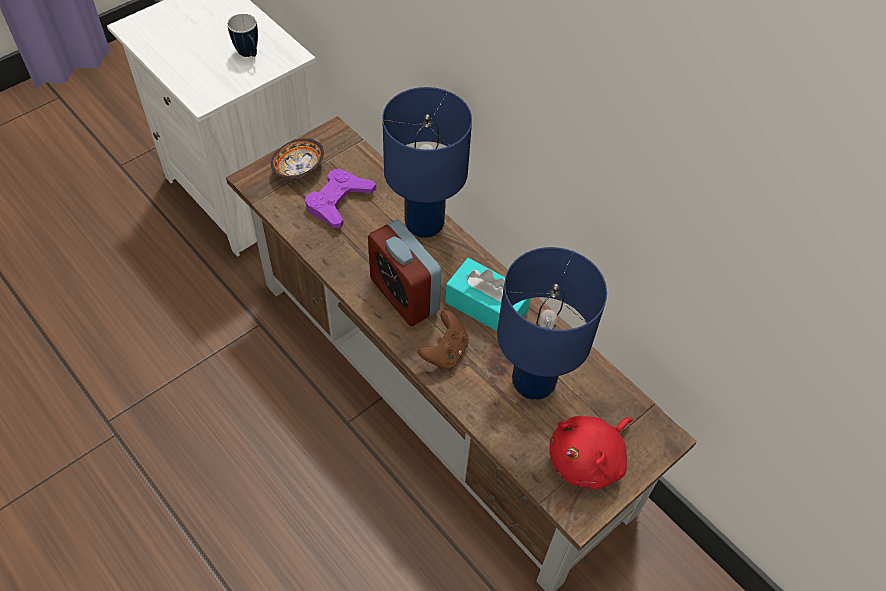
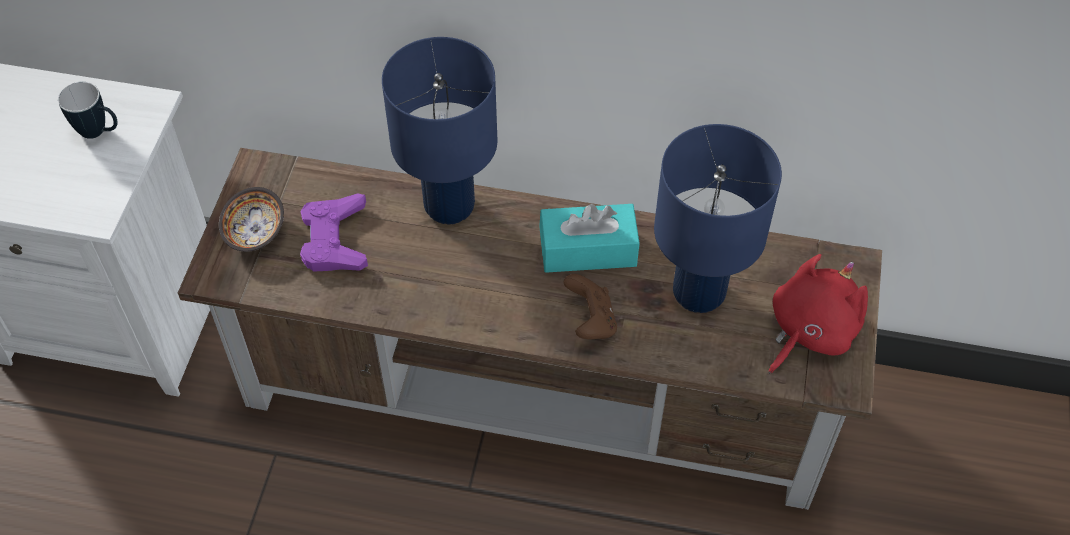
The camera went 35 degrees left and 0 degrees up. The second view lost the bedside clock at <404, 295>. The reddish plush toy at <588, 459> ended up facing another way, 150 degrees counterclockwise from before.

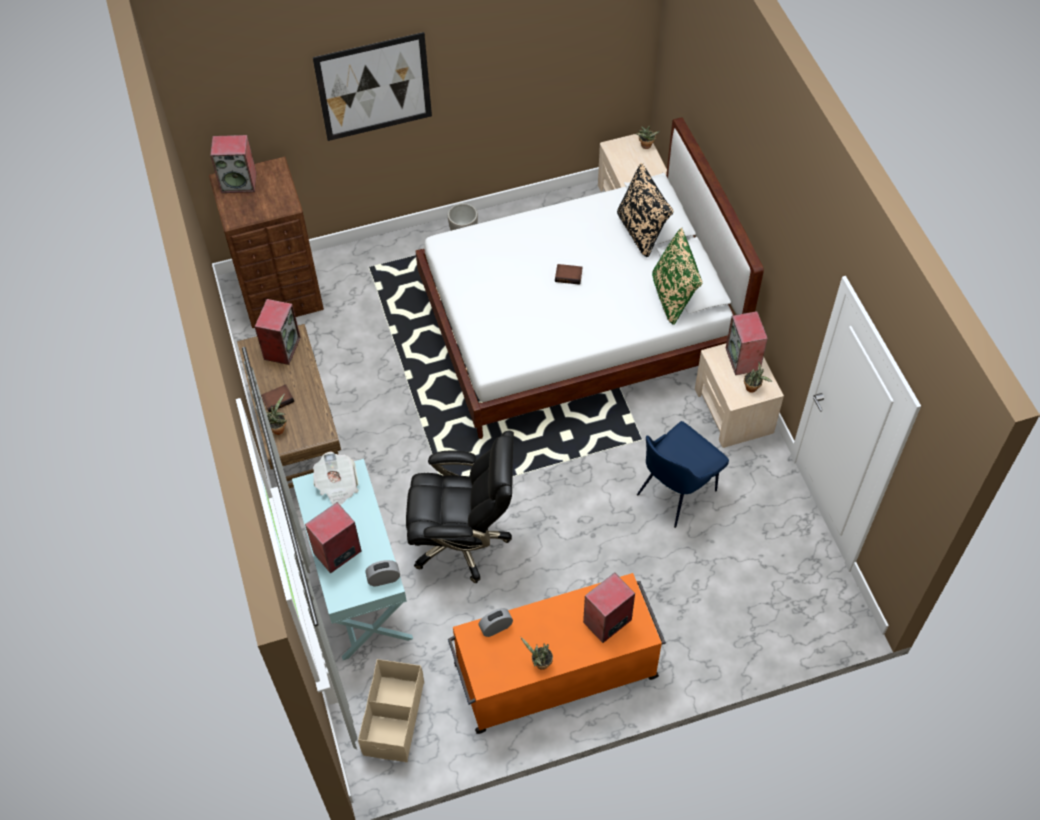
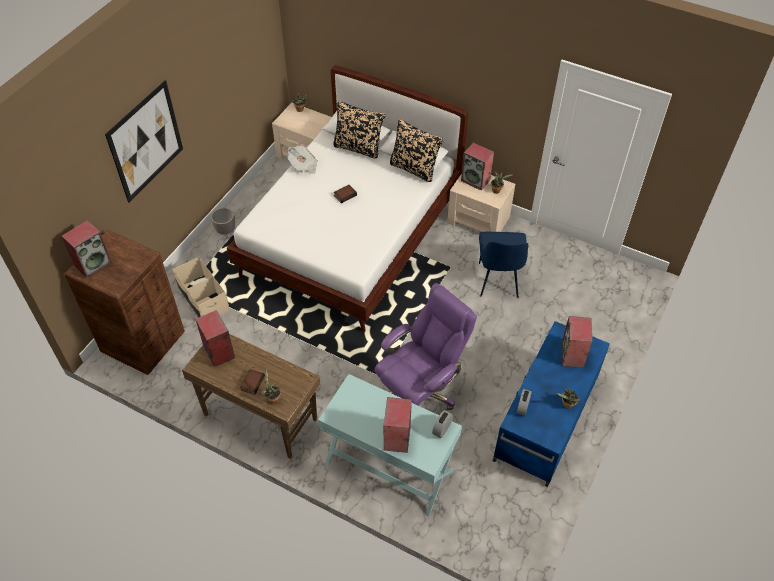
The camera went 45 degrees left and 5 degrees down. The daily paper ended up elsewhere, having gone from <337, 485> to <303, 166>. The sand-coloured storage bin ended up elsewhere, having gone from <393, 719> to <203, 299>. What was the blackish office chair at <463, 543> turned into the purplish office chair at <420, 394>. What was the orange cupboard at <554, 671> turned into the blue cupboard at <545, 419>. What was the greenish throw pillow at <672, 299> turned into the blackish throw pillow at <414, 170>.

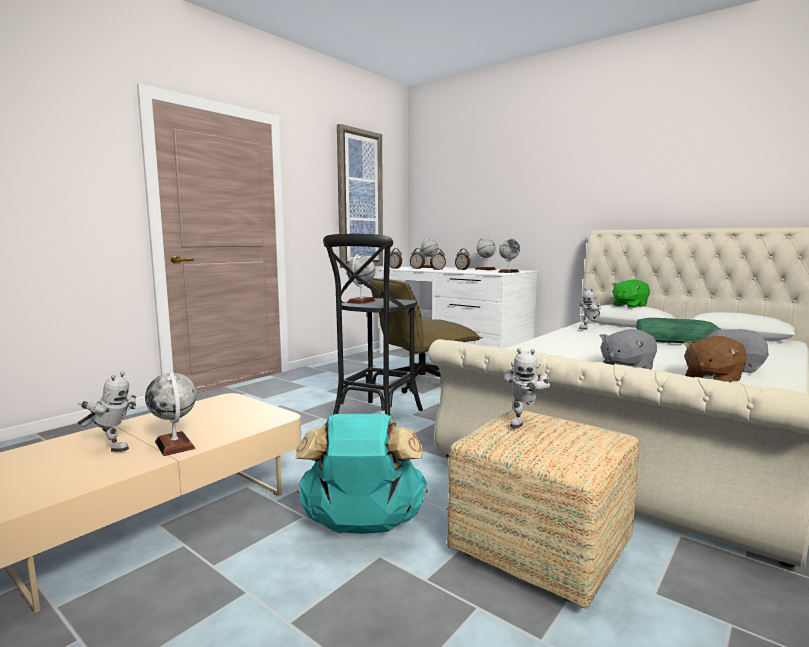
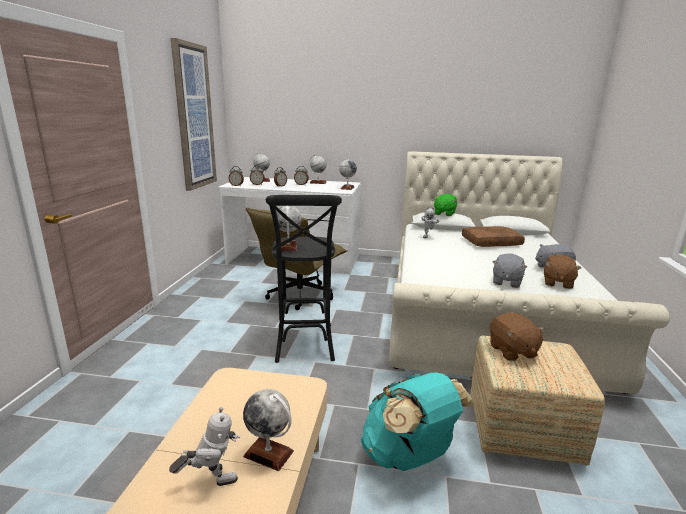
The camera went 30 degrees left and 10 degrees up. Where the toy robot stood at <523, 422>, the brownish plush toy came to stand at <512, 351>. What was the greenish throw pillow at <676, 340> turned into the brownish throw pillow at <491, 242>.

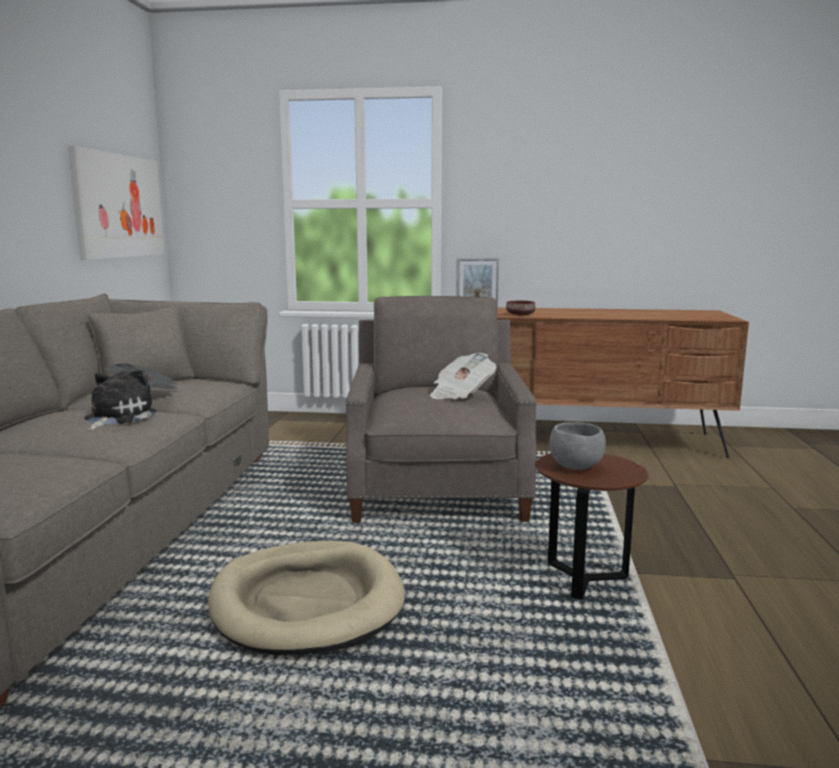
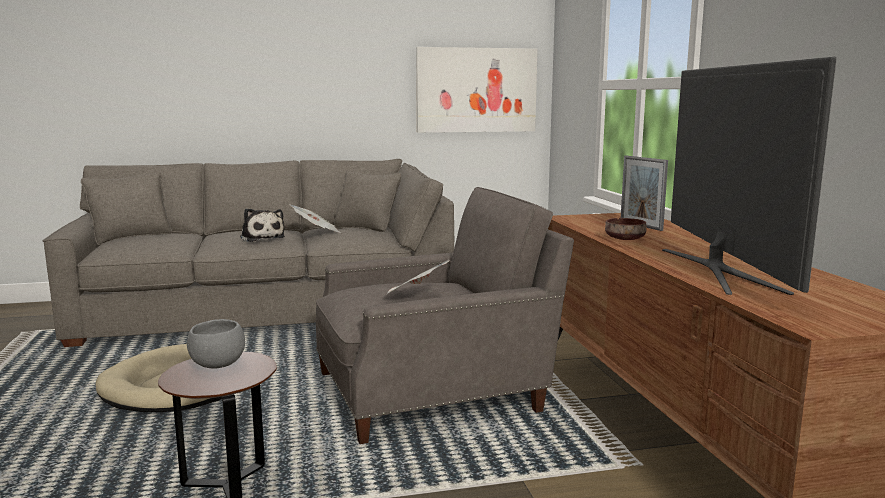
The camera went 70 degrees right and 0 degrees up. The second view gained the TV set at <720, 269>. The plush toy at <117, 417> ended up facing another way, 60 degrees clockwise from before.

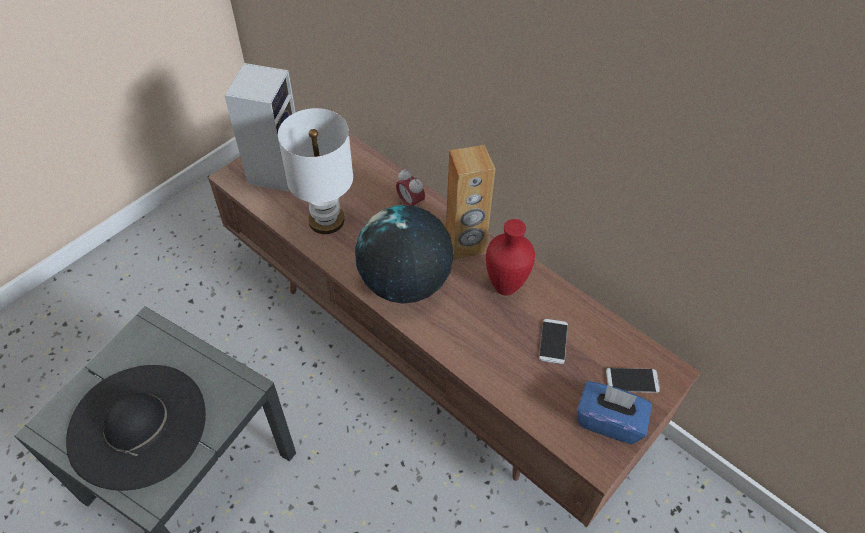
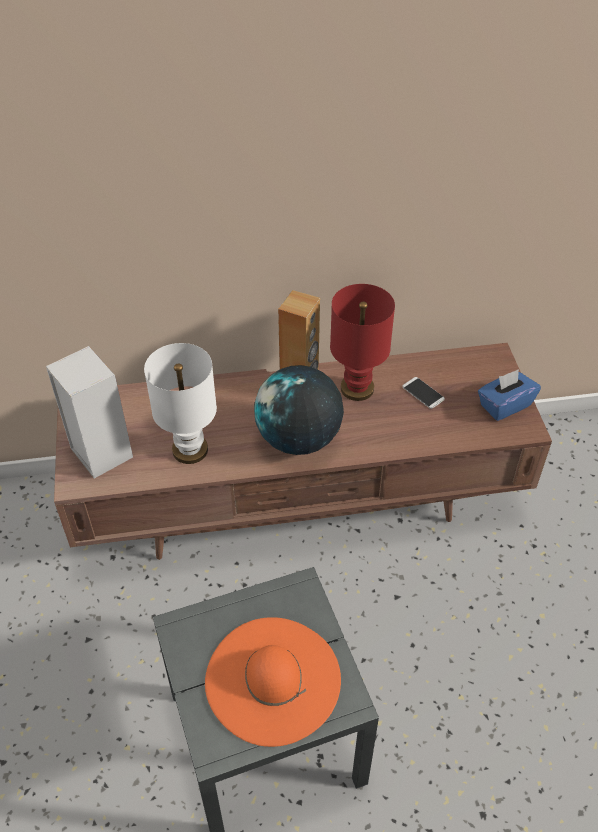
The camera went 50 degrees left and 5 degrees down. The second view lost the bedside clock at <410, 203>. The second view lost the phone at <632, 380>. Where the reddish decorative vase stood at <507, 287>, the reddish tabletop lamp came to stand at <357, 388>. What was the blackish hat at <137, 425> turned into the orange hat at <272, 679>.

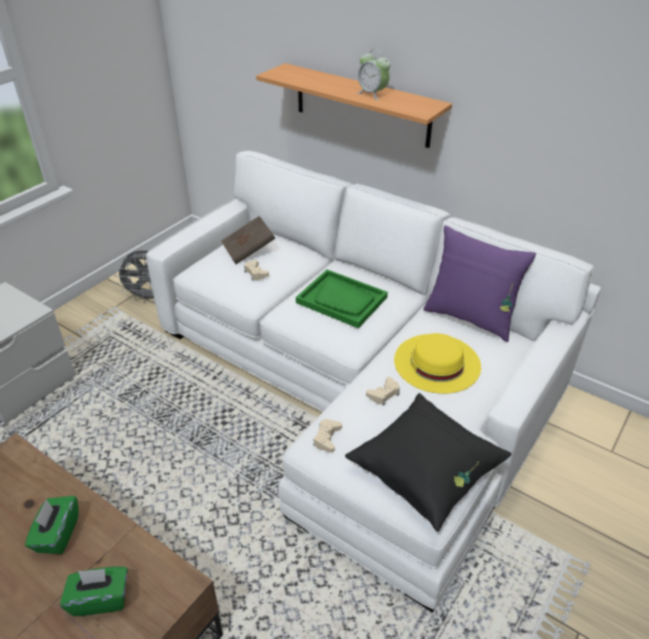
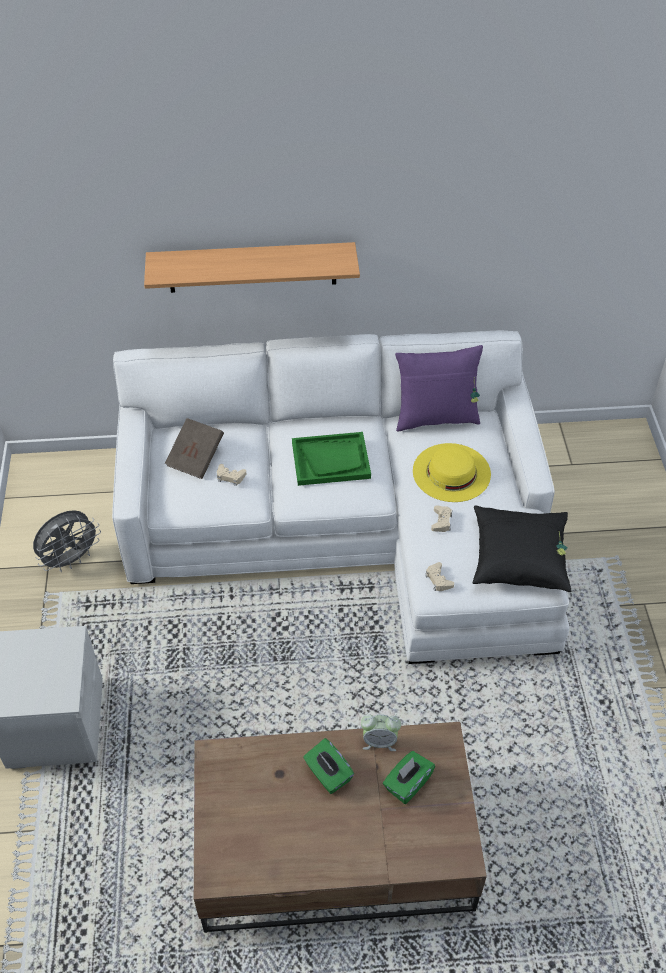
The camera went 40 degrees left and 10 degrees up. The bedside clock ended up elsewhere, having gone from <372, 94> to <379, 741>.

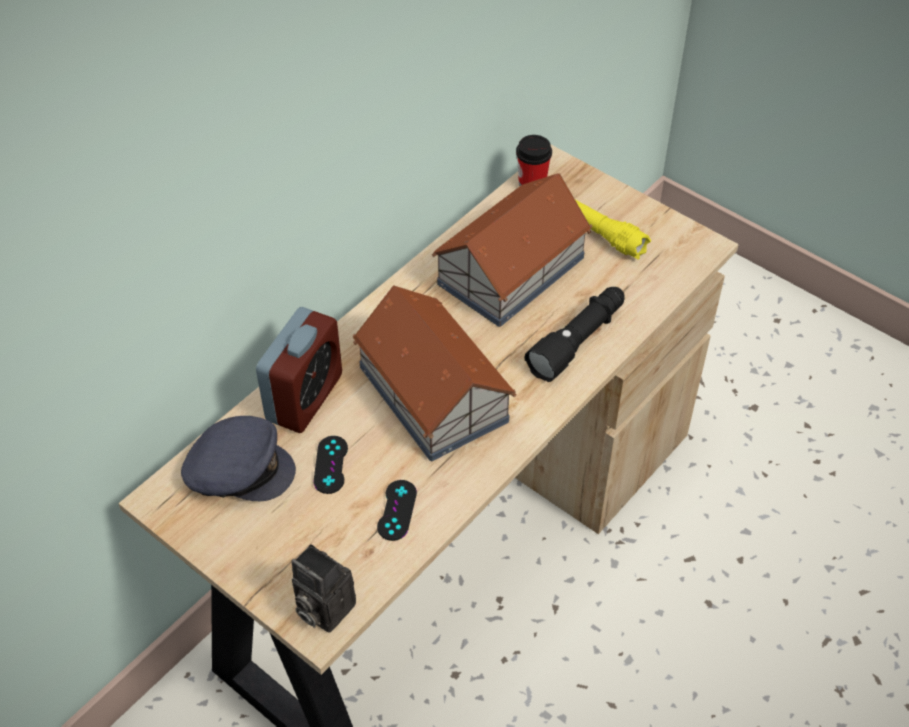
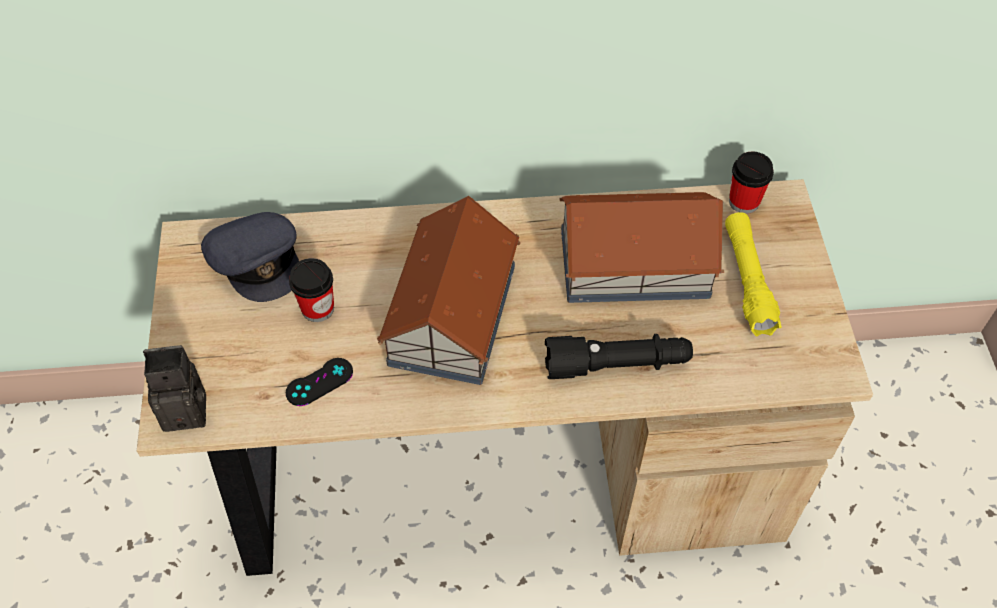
The camera went 45 degrees right and 5 degrees up. The second view lost the bedside clock at <304, 398>. Where the blackish game controller stood at <331, 465>, the drinking cup came to stand at <318, 308>. The photo camera at <322, 608> ended up facing another way, 90 degrees clockwise from before.

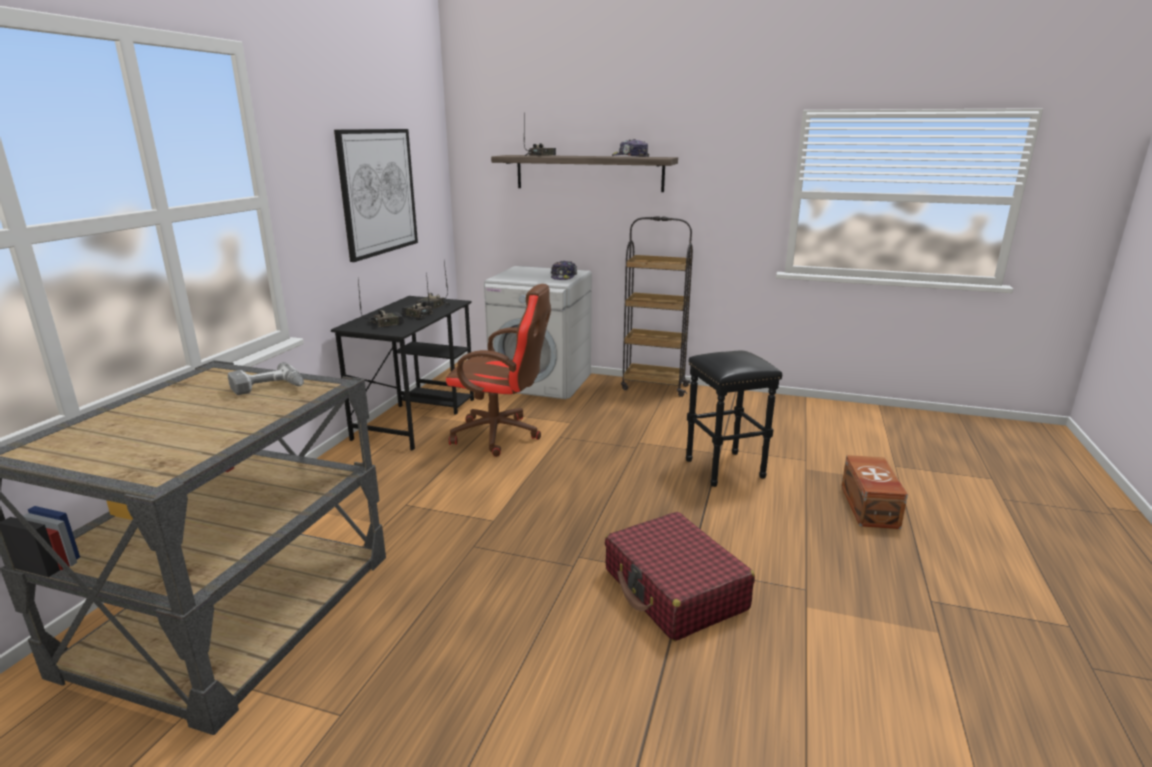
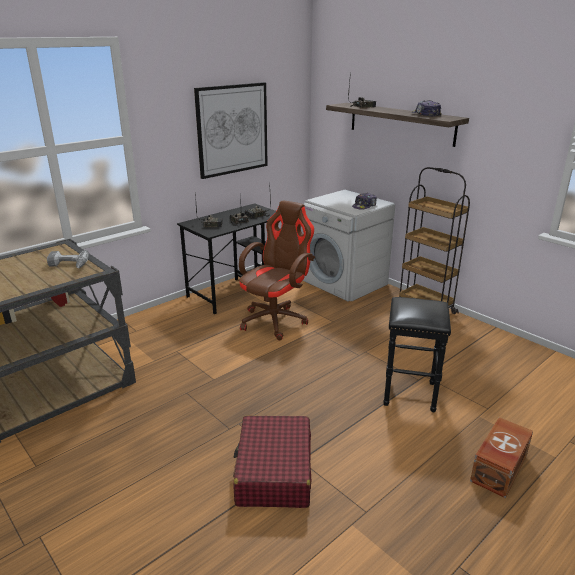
The camera went 30 degrees right and 5 degrees up. The brownish office chair at <502, 436> ended up facing another way, 105 degrees counterclockwise from before.

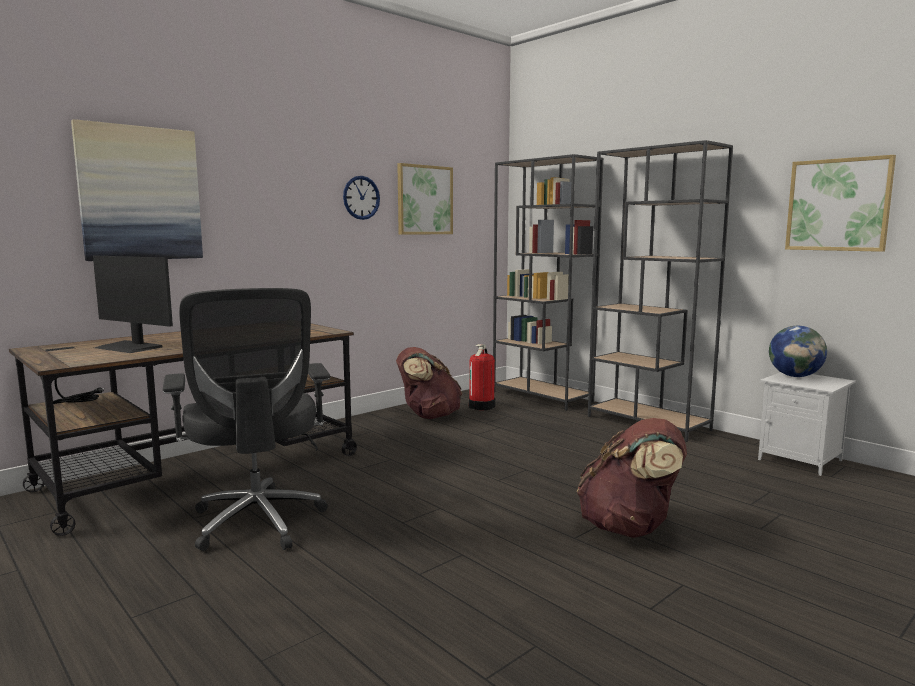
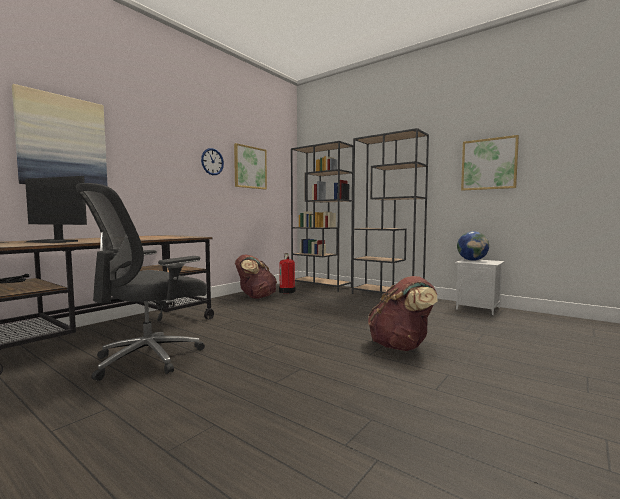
The camera went 10 degrees left and 5 degrees down. The office chair at <257, 520> ended up facing another way, 75 degrees clockwise from before.

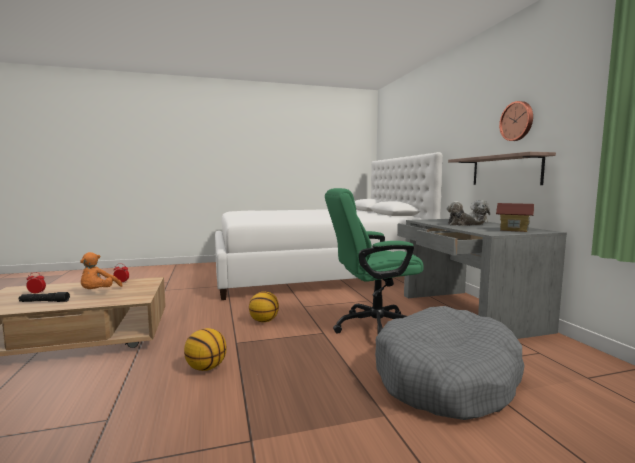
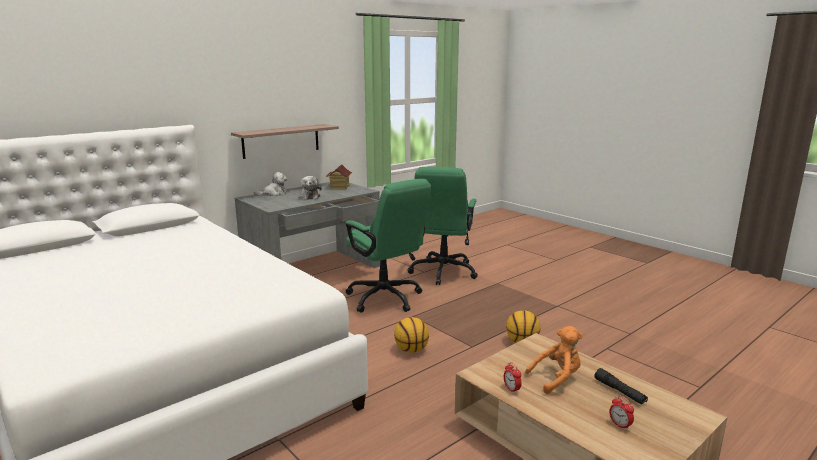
The camera went 115 degrees left and 10 degrees up. The second view lost the wall clock at <517, 121>. Where the greyish dog bed stood at <446, 378>, the greenish office chair came to stand at <443, 273>.

